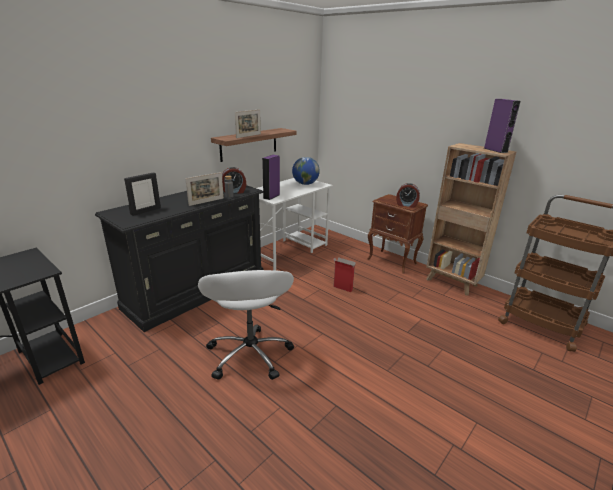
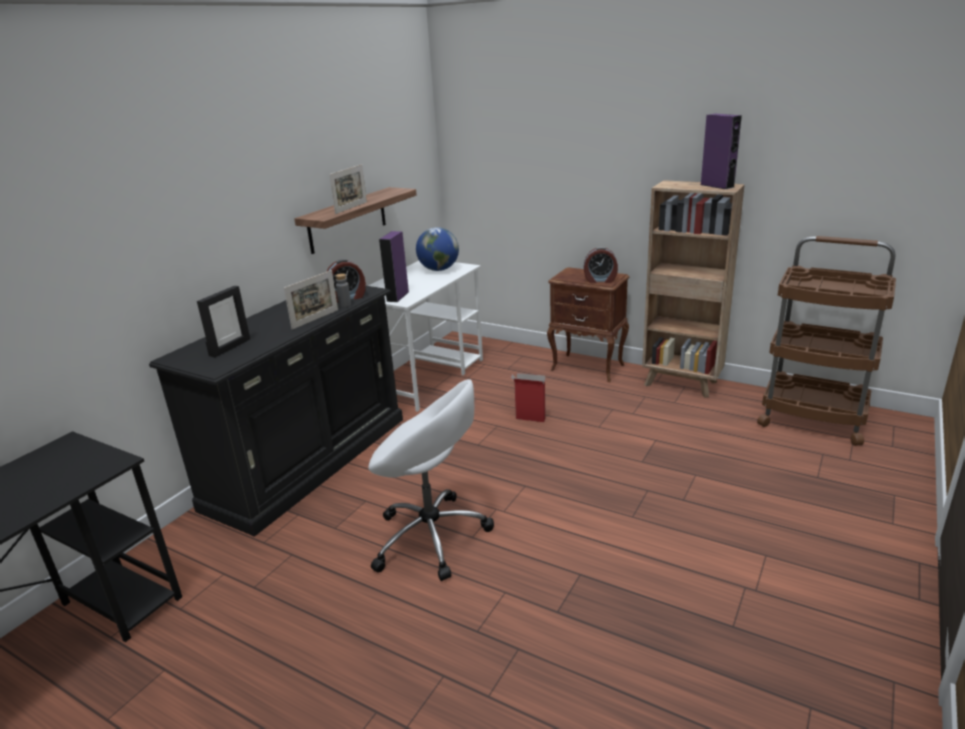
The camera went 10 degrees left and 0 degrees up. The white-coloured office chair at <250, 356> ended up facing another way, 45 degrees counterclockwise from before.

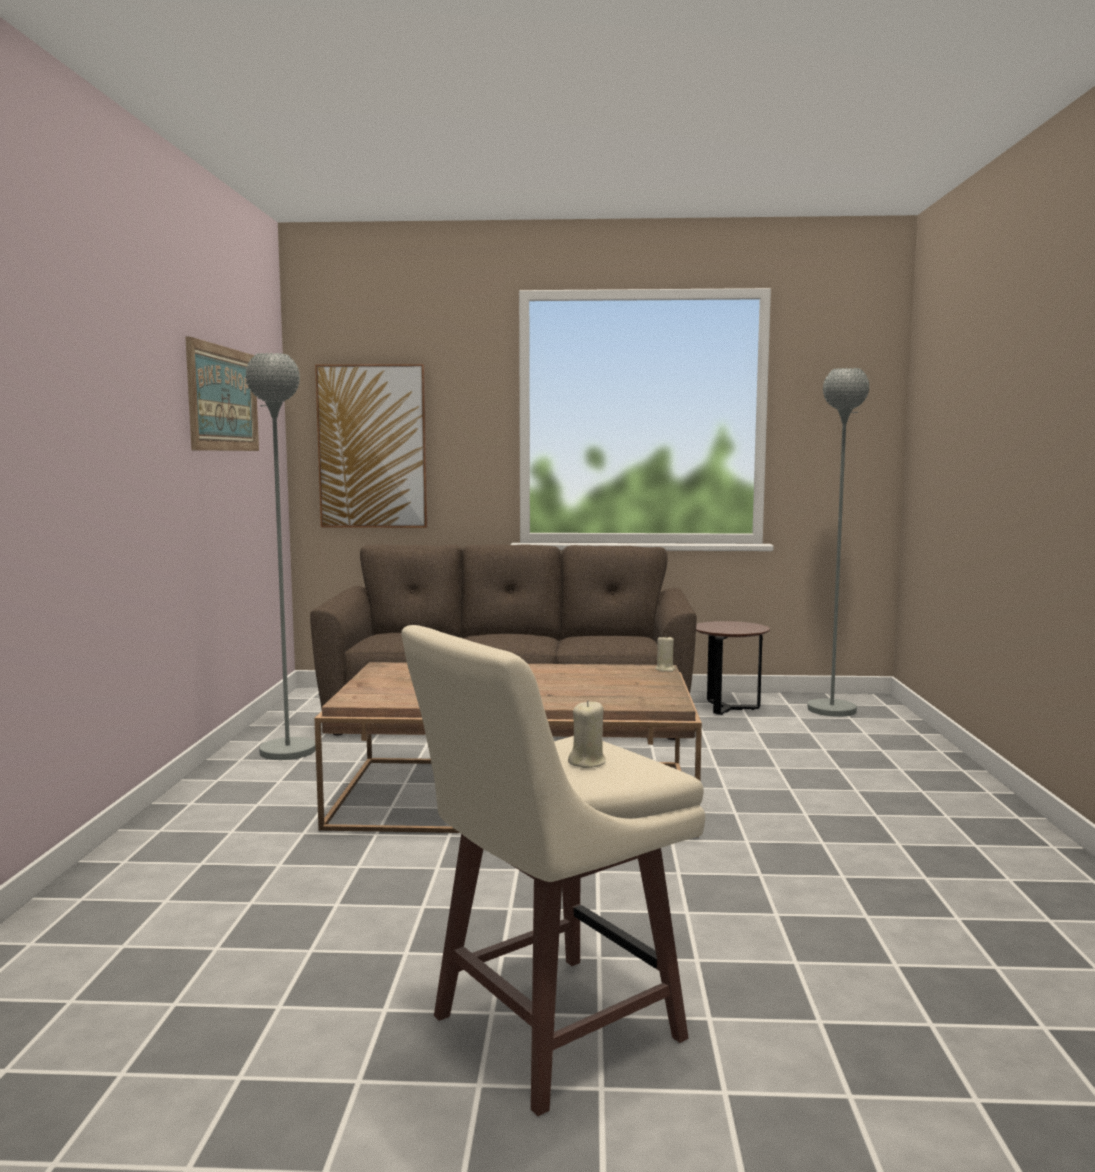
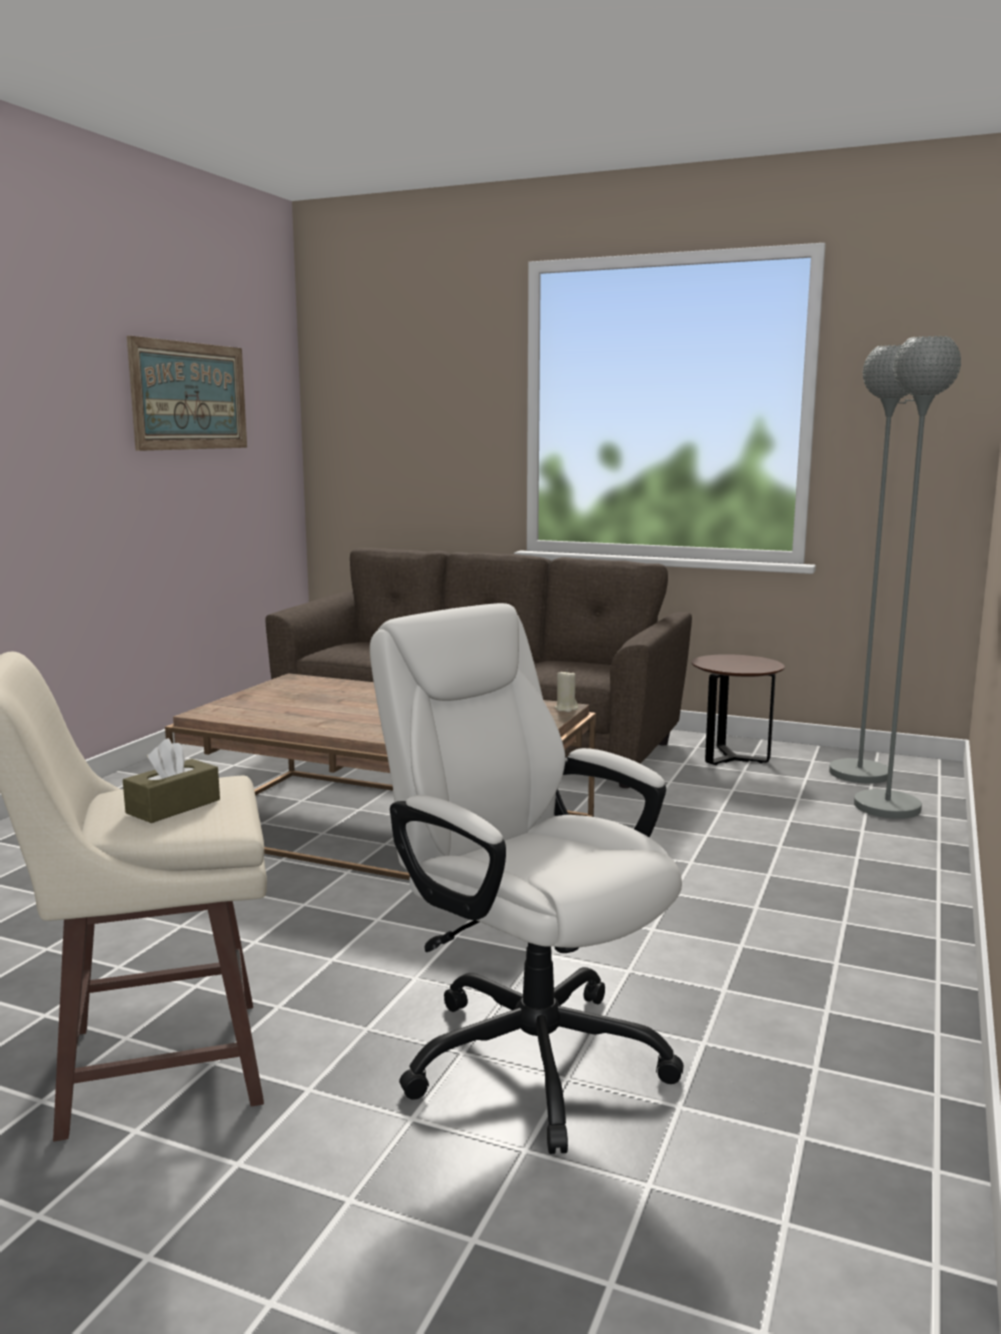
The camera went 20 degrees right and 5 degrees up. The second view lost the wall picture at <372, 447>. The second view gained the white-coloured office chair at <526, 1054>. The greyish standing lamp ended up elsewhere, having gone from <287, 751> to <886, 807>. Where the sand-coloured wax light stood at <587, 762>, the brownish tissue box came to stand at <173, 806>.

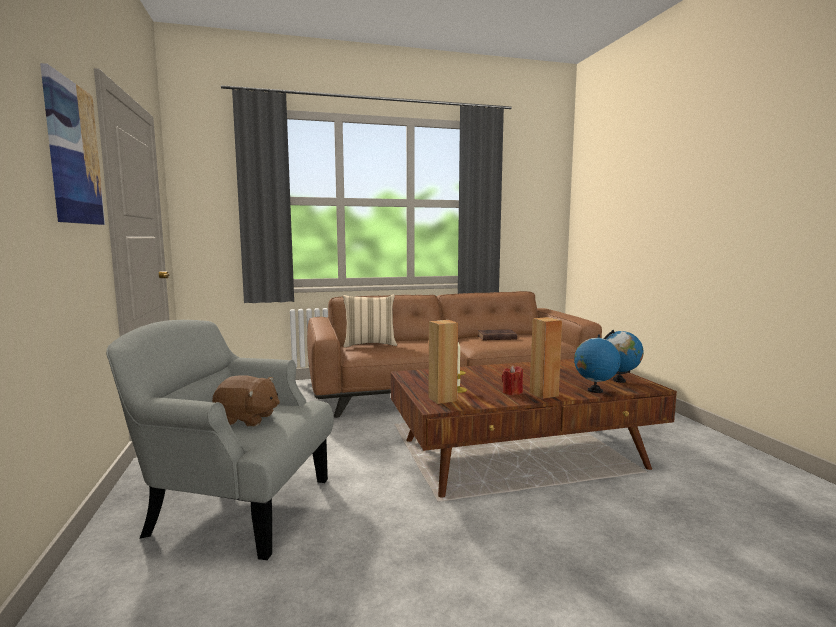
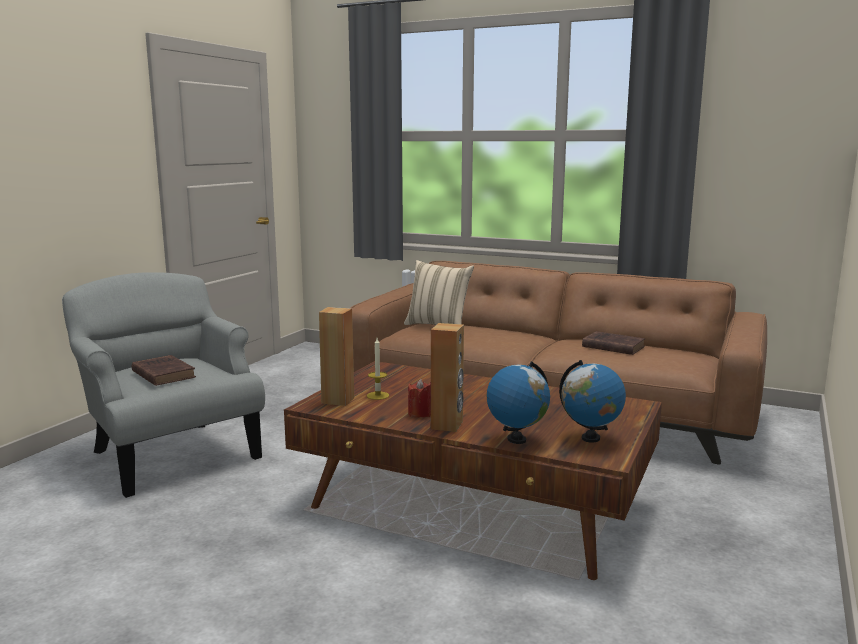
The camera went 40 degrees right and 5 degrees up. The second view lost the wall picture at <73, 153>. Where the brownish plush toy stood at <247, 419>, the brownish book came to stand at <163, 374>.

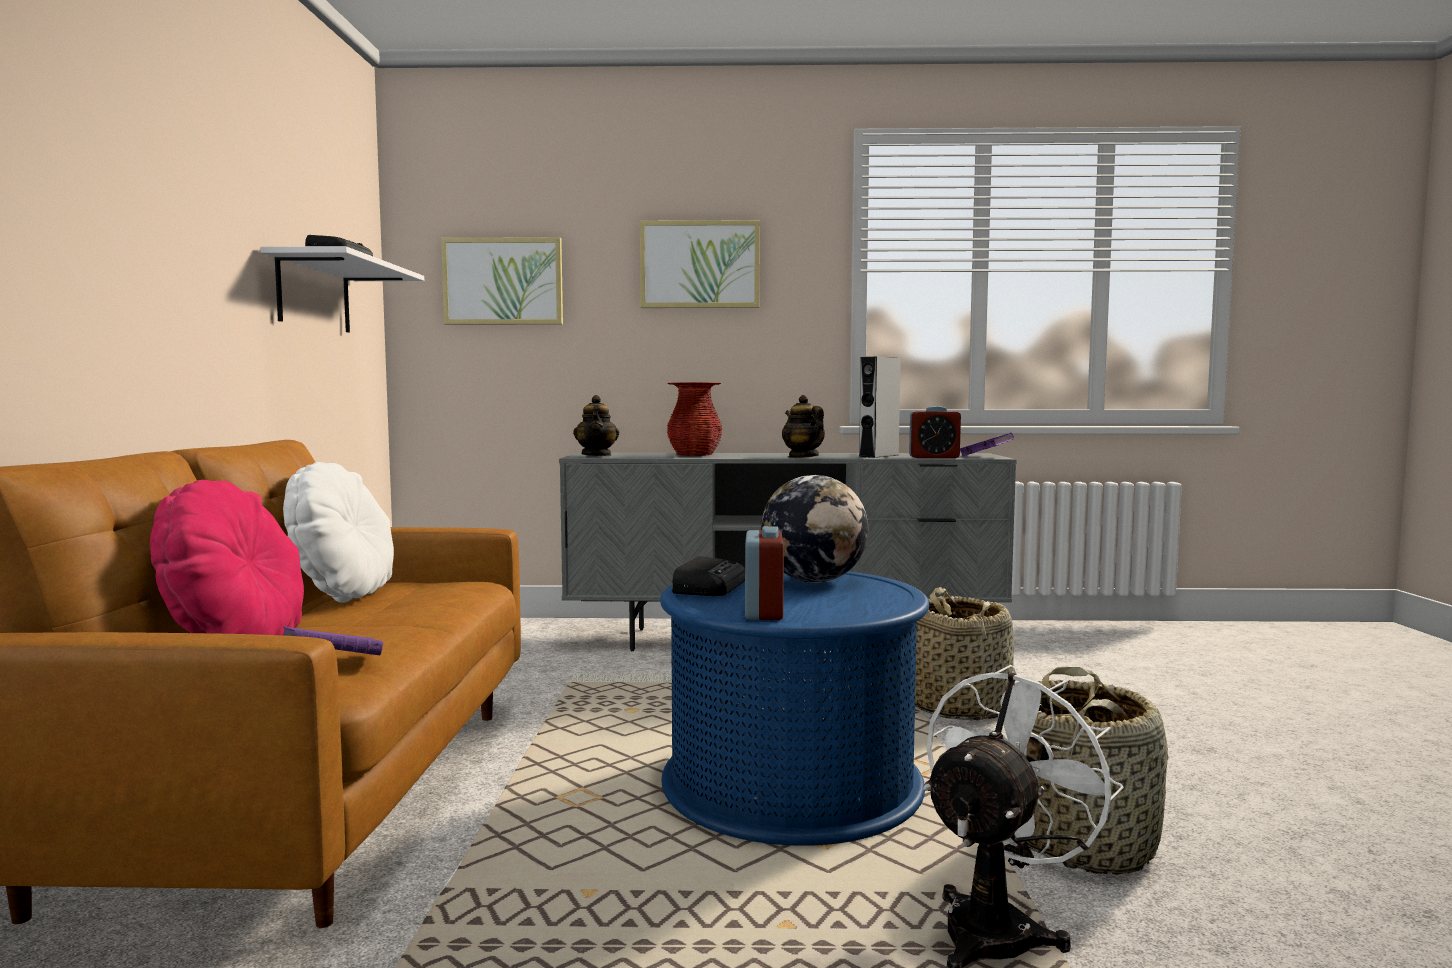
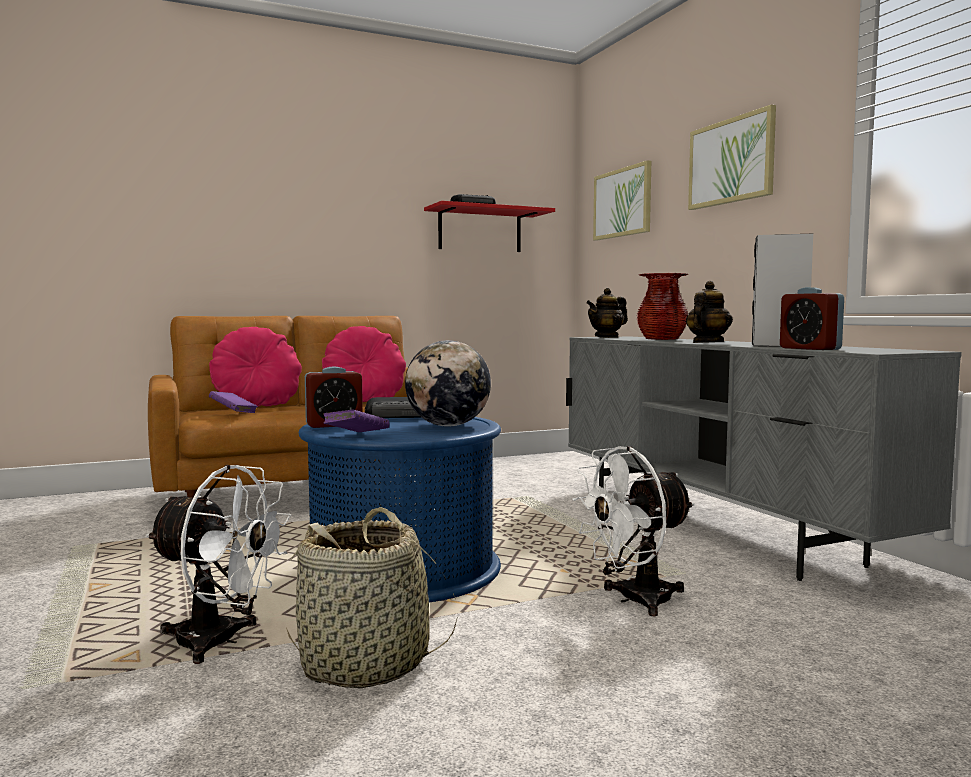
The camera went 65 degrees right and 0 degrees up. The purplish book ended up elsewhere, having gone from <985, 457> to <356, 436>. Where the basket stood at <956, 706>, the white-coloured cooling fan came to stand at <634, 600>. What was the white-coloured wall shelf at <314, 295> turned into the reddish wall shelf at <480, 230>. What was the white-coloured throw pillow at <344, 596> turned into the pink throw pillow at <365, 401>.

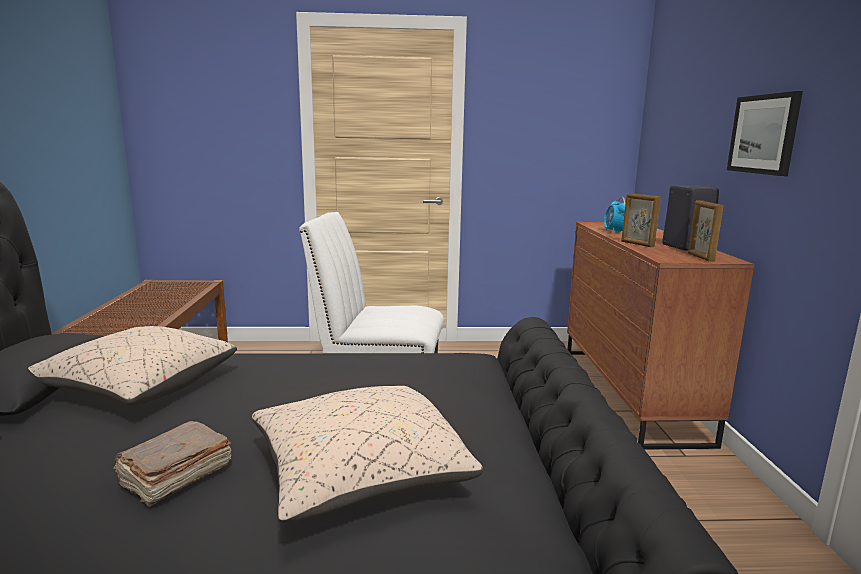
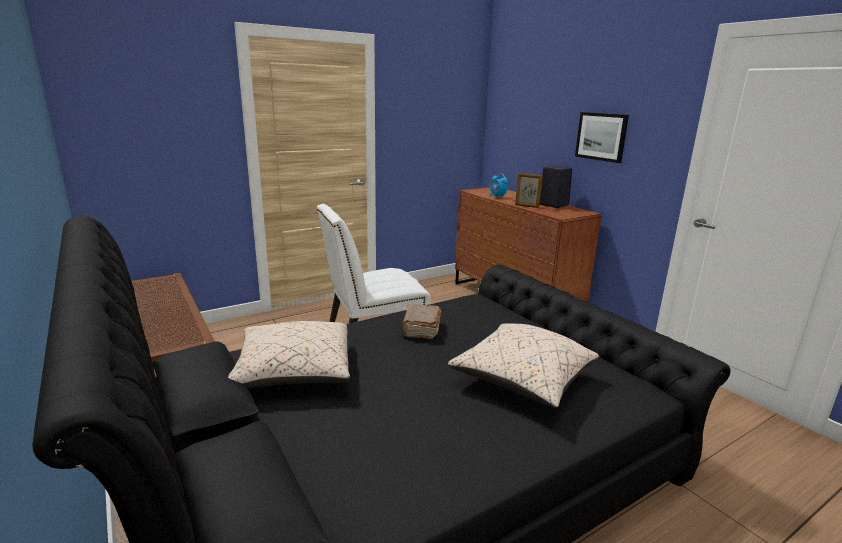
The camera went 30 degrees left and 5 degrees up. The second view lost the picture frame at <700, 257>. The brownish book ended up elsewhere, having gone from <174, 477> to <421, 329>.

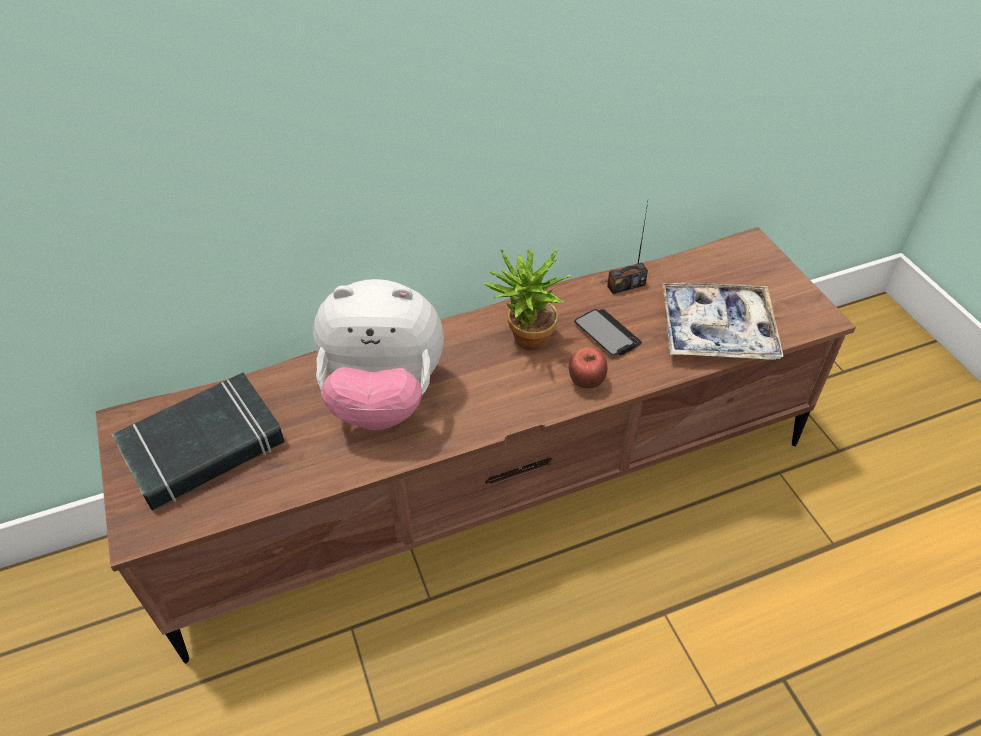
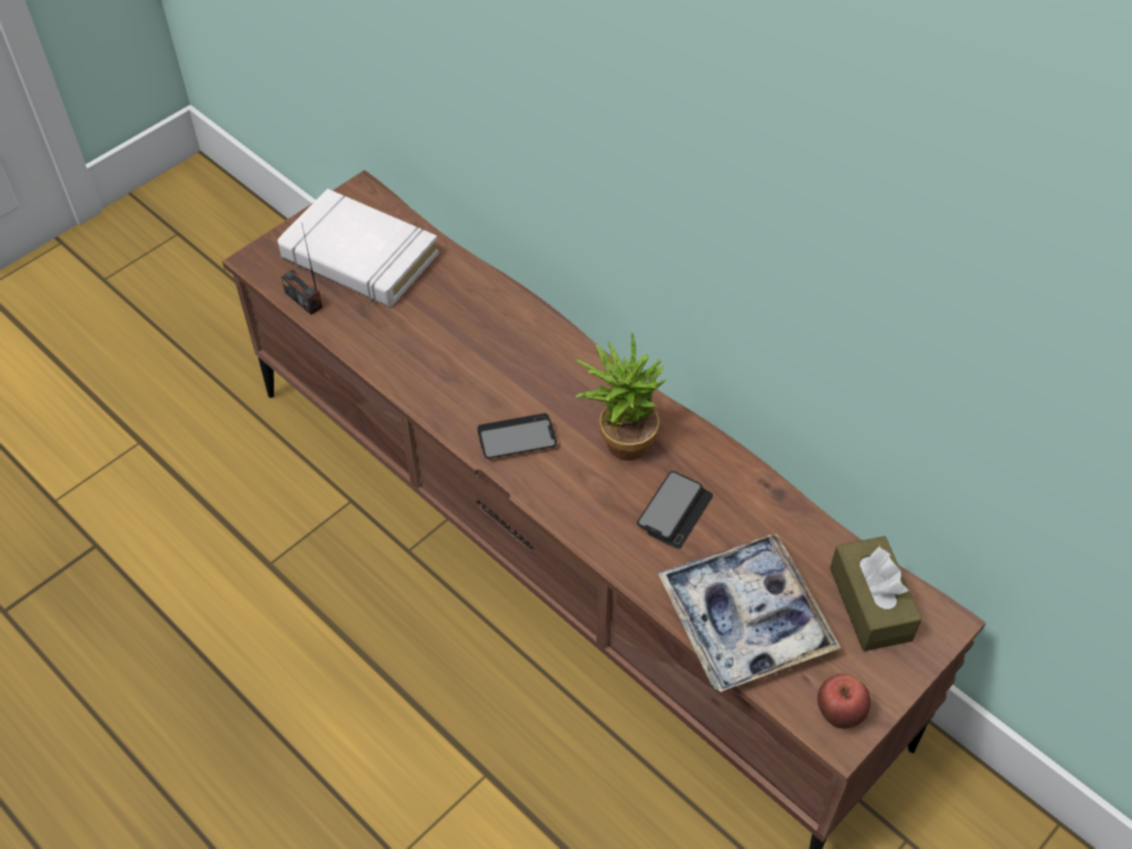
The camera went 65 degrees right and 5 degrees up. The second view lost the plush toy at <384, 397>. The second view gained the phone at <516, 437>. The second view gained the brownish tissue box at <870, 604>. The whole apple ended up elsewhere, having gone from <586, 382> to <839, 713>. The radio set ended up elsewhere, having gone from <626, 285> to <304, 299>. What was the blackish book at <204, 447> turned into the white-coloured book at <359, 257>.

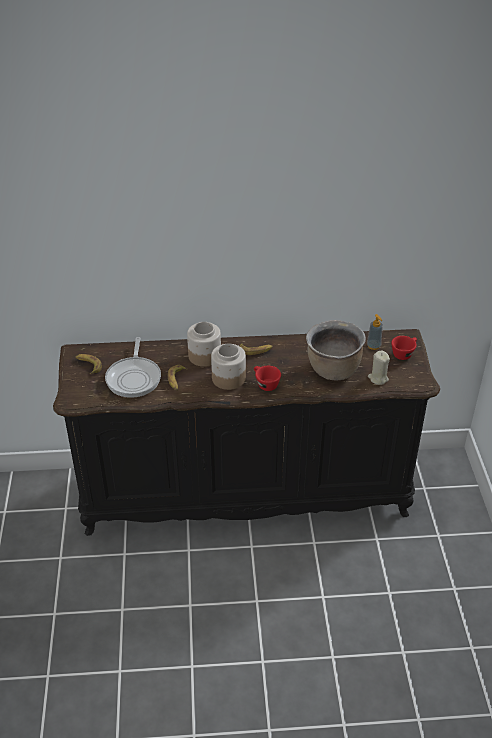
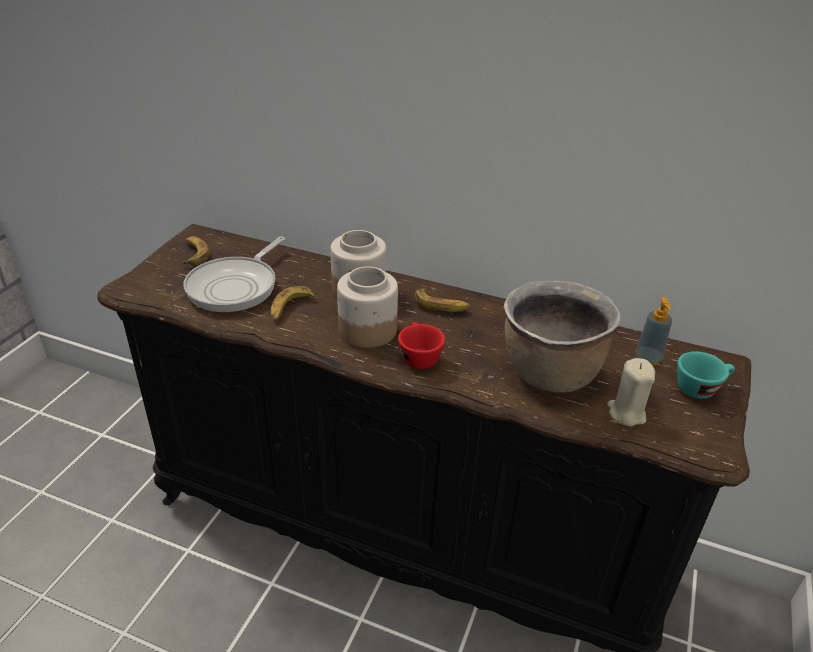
The camera went 25 degrees right and 5 degrees down. What was the reddish drinking cup at <404, 353> turned into the turquoise-coloured drinking cup at <700, 388>.

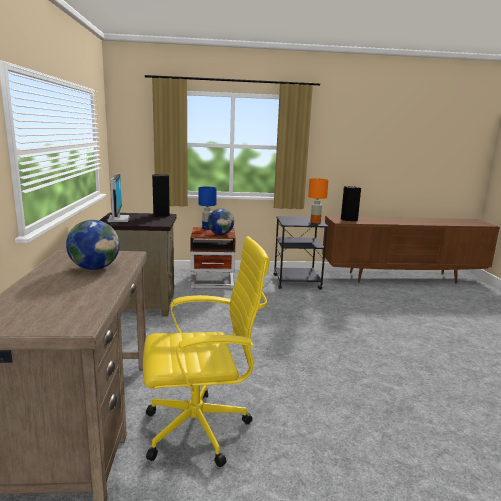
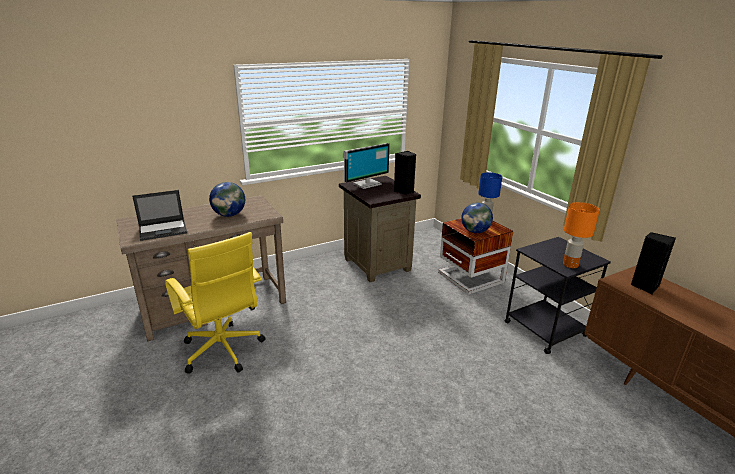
The camera went 65 degrees right and 10 degrees up. The second view gained the portable computer at <163, 230>.

